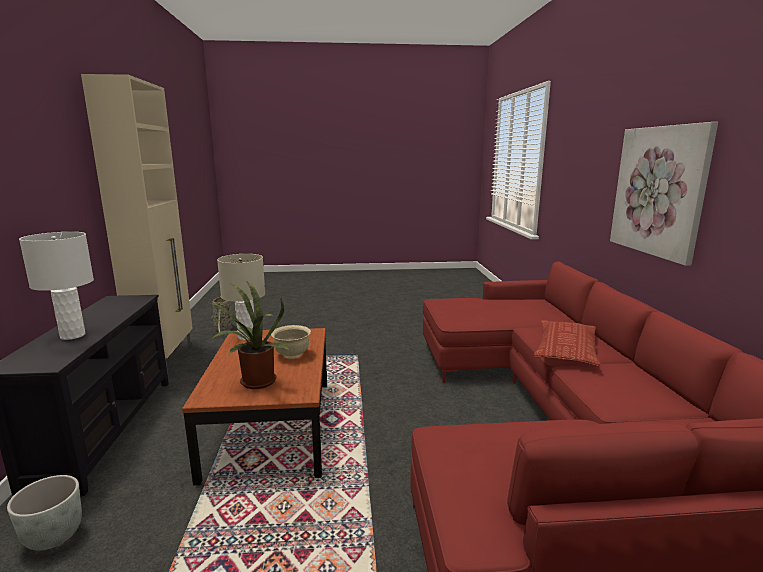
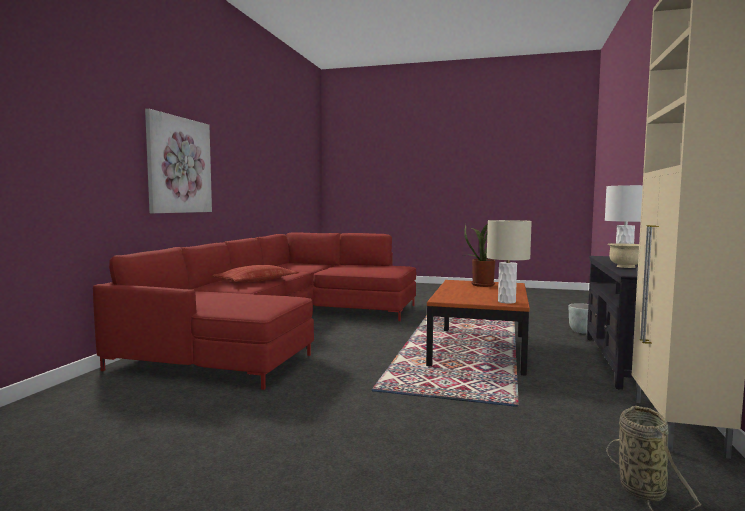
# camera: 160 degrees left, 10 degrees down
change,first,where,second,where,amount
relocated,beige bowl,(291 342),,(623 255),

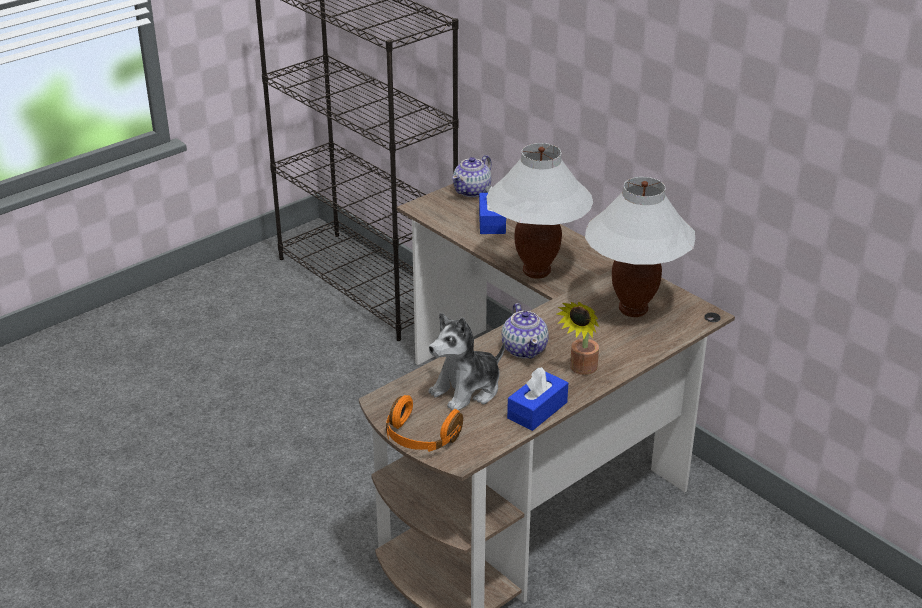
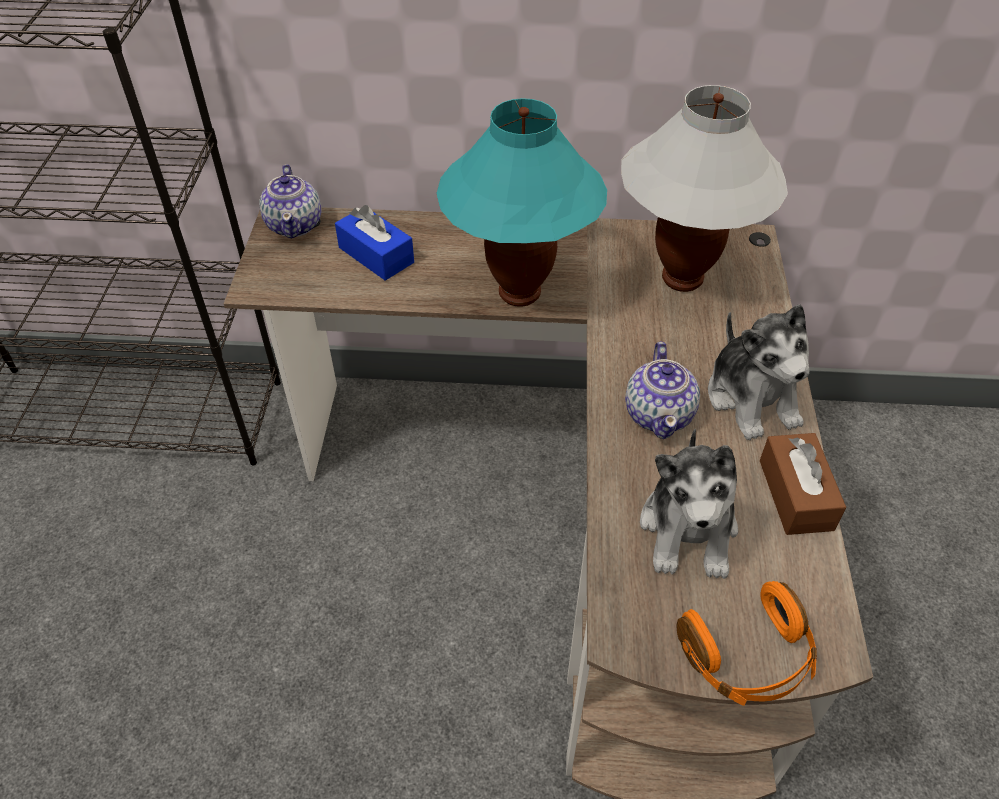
# camera: 45 degrees left, 15 degrees up
change,first,where,second,where,amount
colour,white table lamp,(539 211),turquoise table lamp,(521 202),
exchanged,potted plant,(578 338),plush toy,(759 372),
spun,teapot,(525 331),,(662 390),60 degrees clockwise
colour,blue tissue box,(537 399),brown tissue box,(803 484),

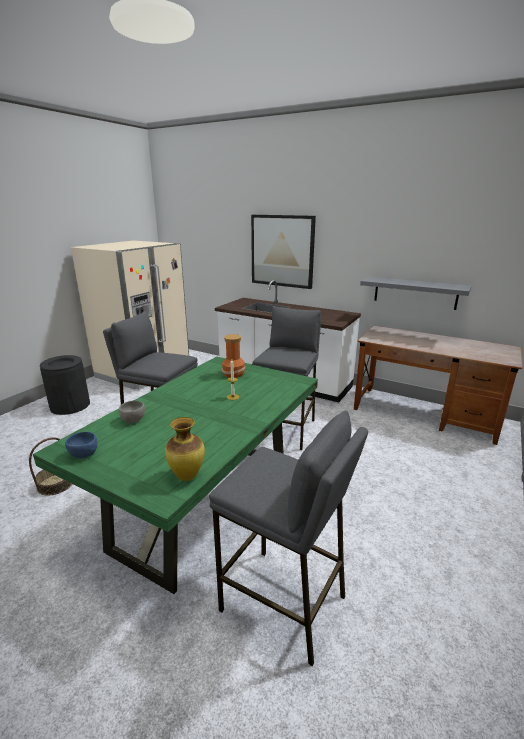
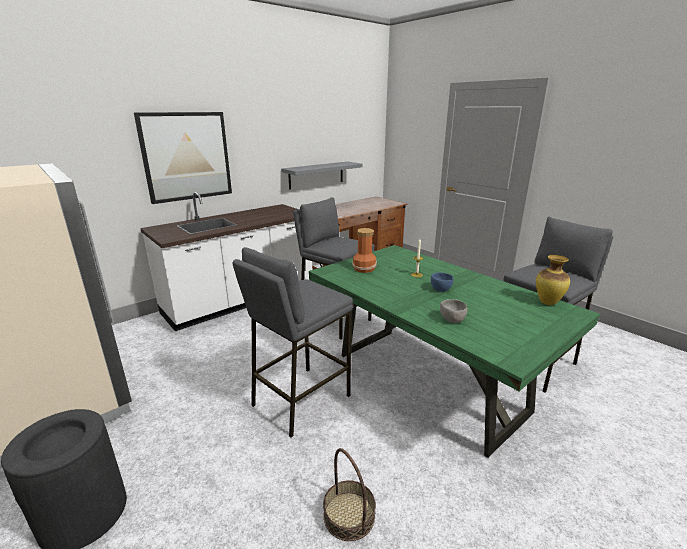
# camera: 70 degrees left, 0 degrees up
change,first,where,second,where,amount
relocated,blue bowl,(81 445),,(442 282),

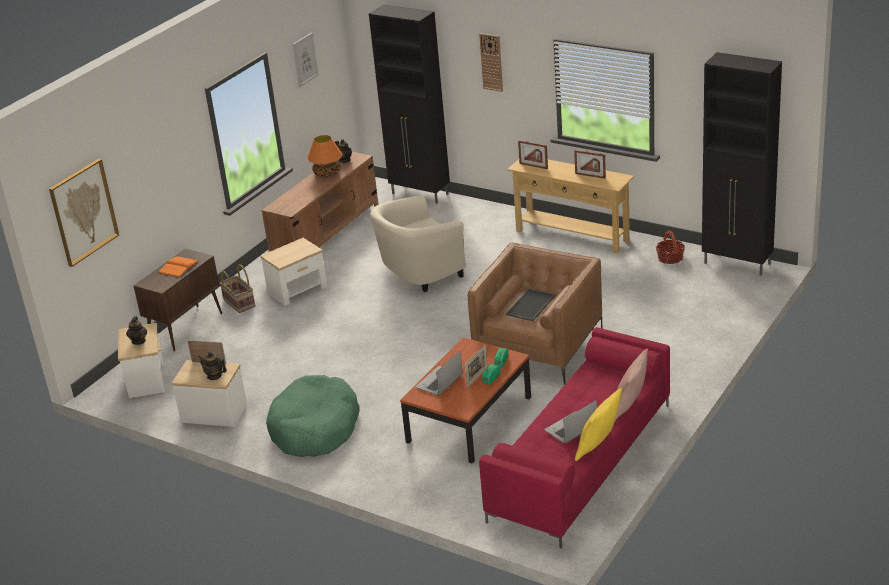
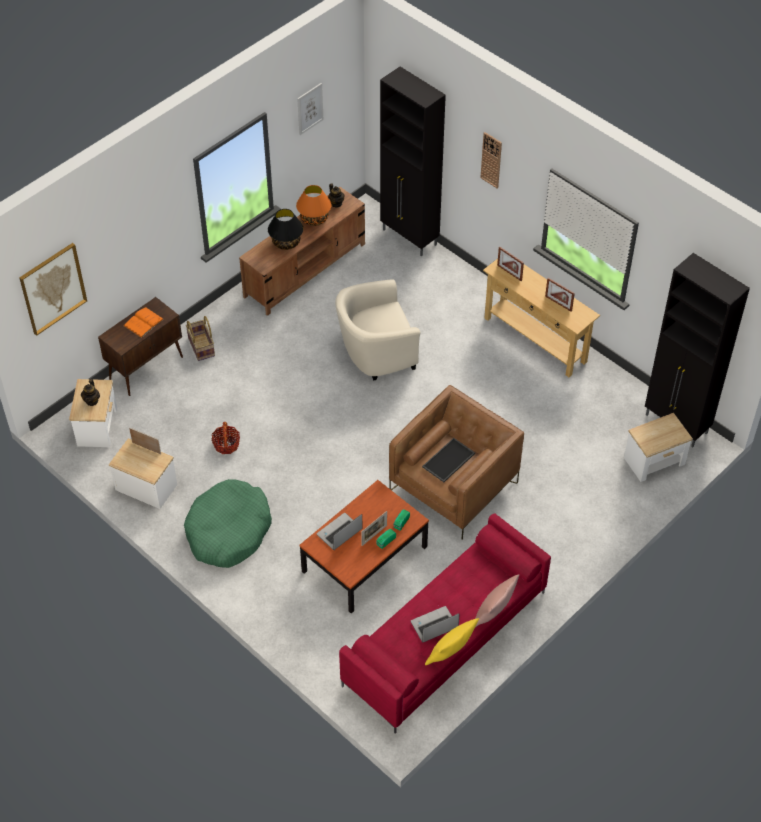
# camera: 10 degrees right, 20 degrees up
change,first,where,second,where,amount
relocated,basket,(670 247),,(225 438),
relocated,side table,(294 272),,(658 447),
missing,teapot,(212 366),,,
appeared,,,black table lamp,(285 229),

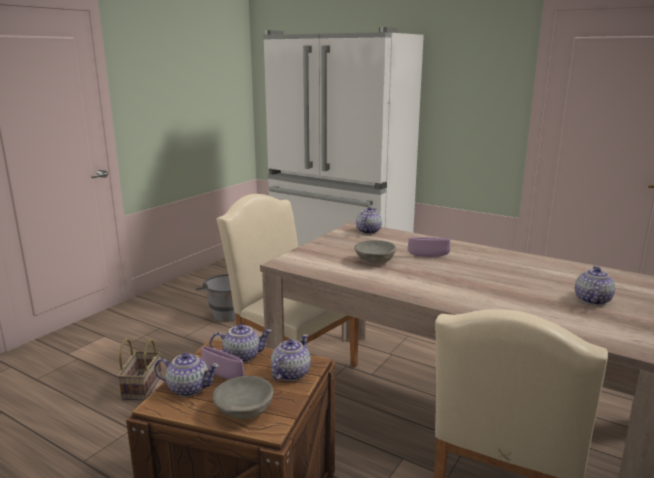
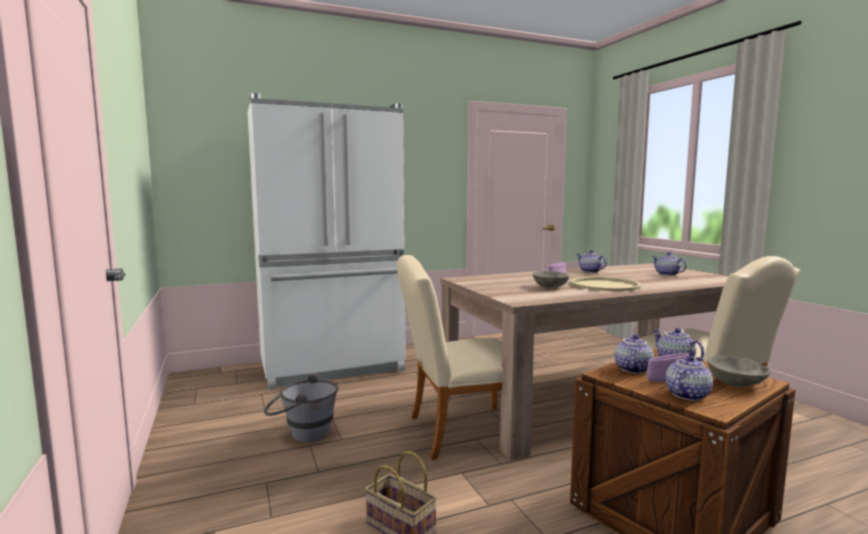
# camera: 55 degrees left, 10 degrees down
change,first,where,second,where,amount
relocated,teapot,(369 220),,(592 261),
appeared,,,beige tray,(606 283),

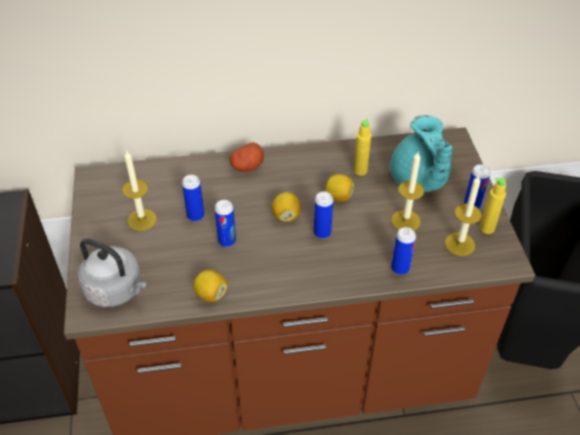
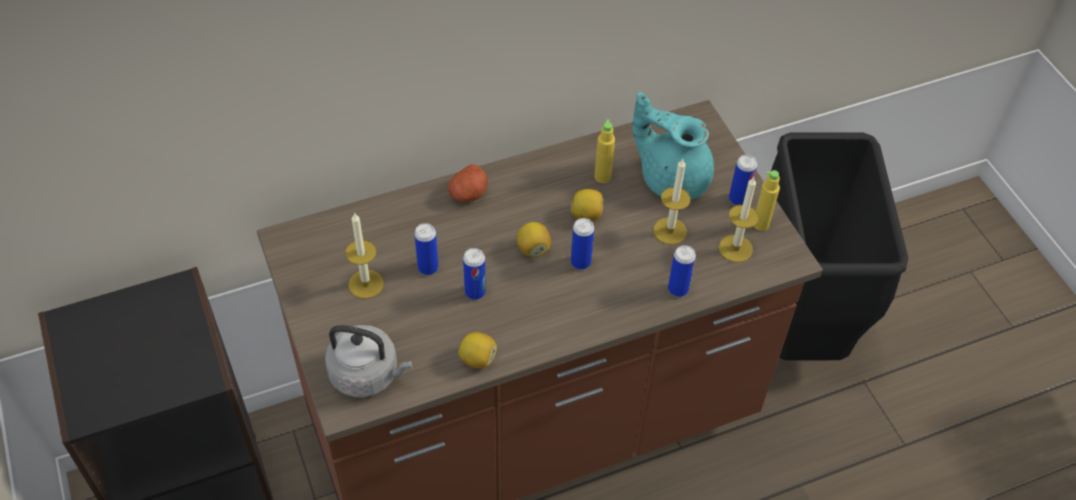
# camera: 15 degrees left, 5 degrees up
change,first,where,second,where,amount
spun,turquoise teapot,(421 153),,(673 146),150 degrees clockwise

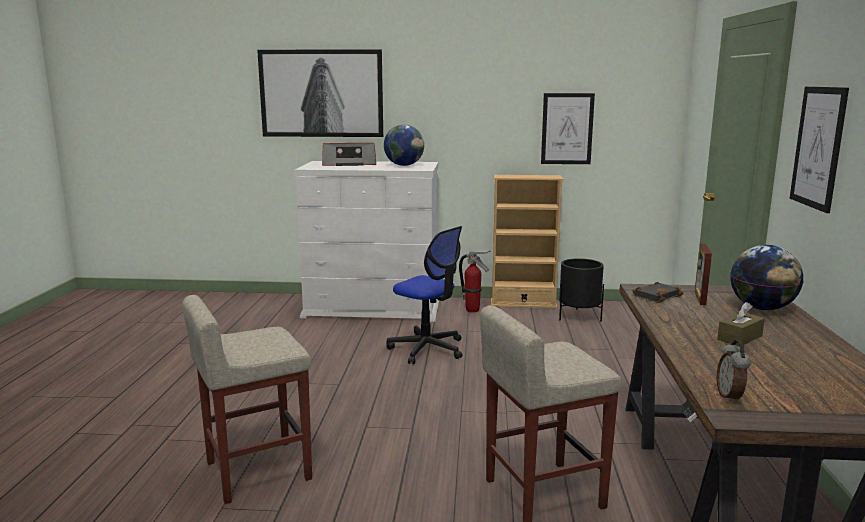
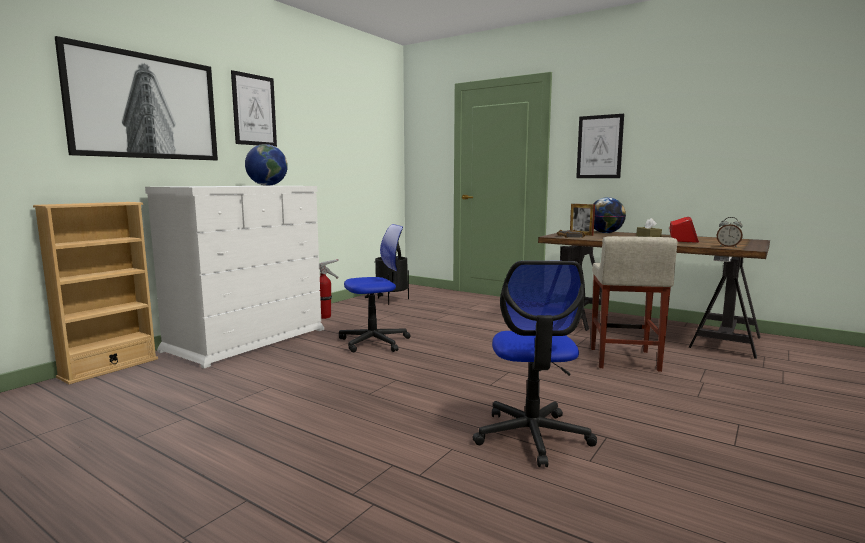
# camera: 60 degrees left, 5 degrees down
change,first,where,second,where,amount
relocated,picture,(568 128),,(254 108),
relocated,radio,(349 154),,(684 230),
relocated,beige bookcase,(527 241),,(95 293),
exchanged,beige stool,(247 399),office chair,(534 364),

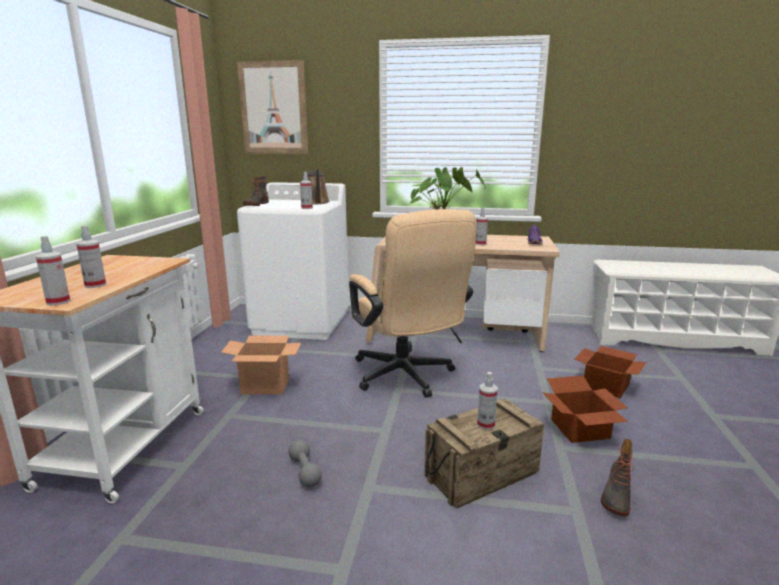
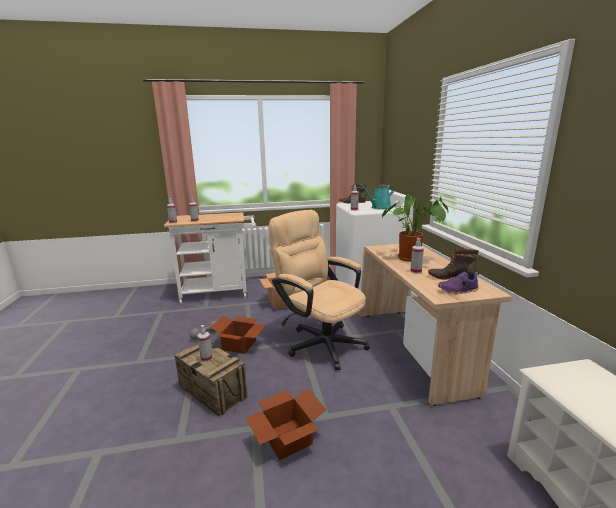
# camera: 70 degrees right, 0 degrees up
change,first,where,second,where,amount
missing,picture,(272 107),,,
colour,brown watering can,(318 186),turquoise watering can,(377 196),
spun,beige office chair,(413 303),,(319 290),90 degrees clockwise
relocated,cardboard box,(610 372),,(238 335),
relocated,boot,(618 477),,(453 264),

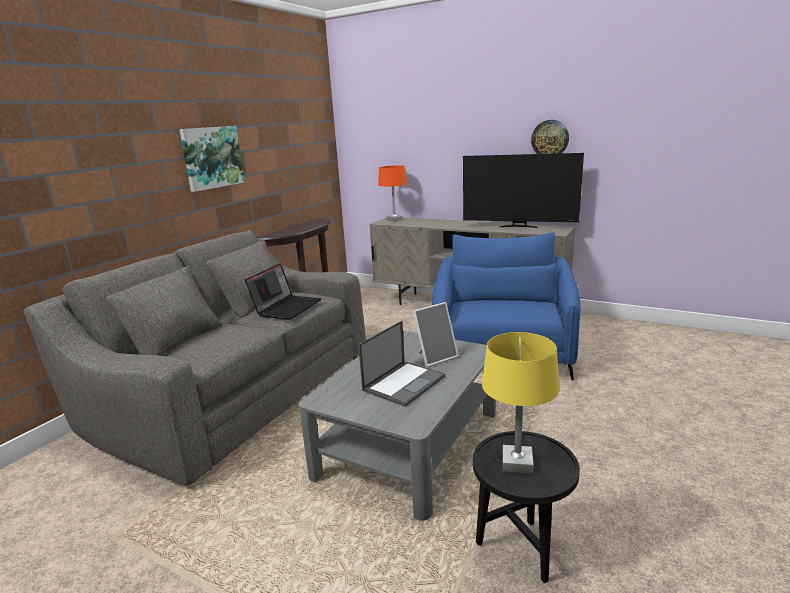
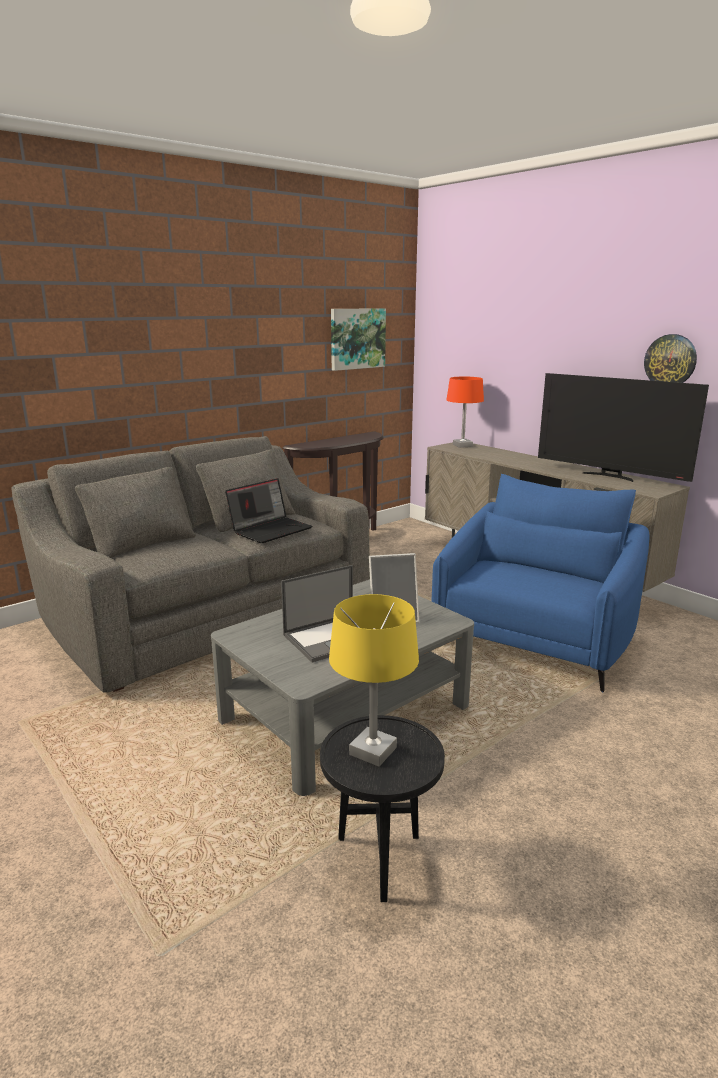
# camera: 20 degrees right, 0 degrees up
change,first,where,second,where,amount
relocated,picture,(212 159),,(358 339),

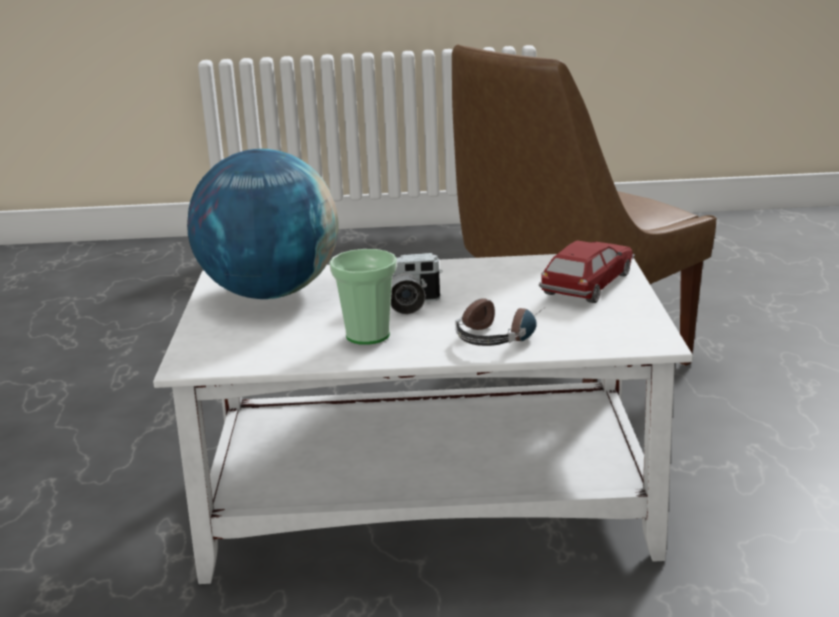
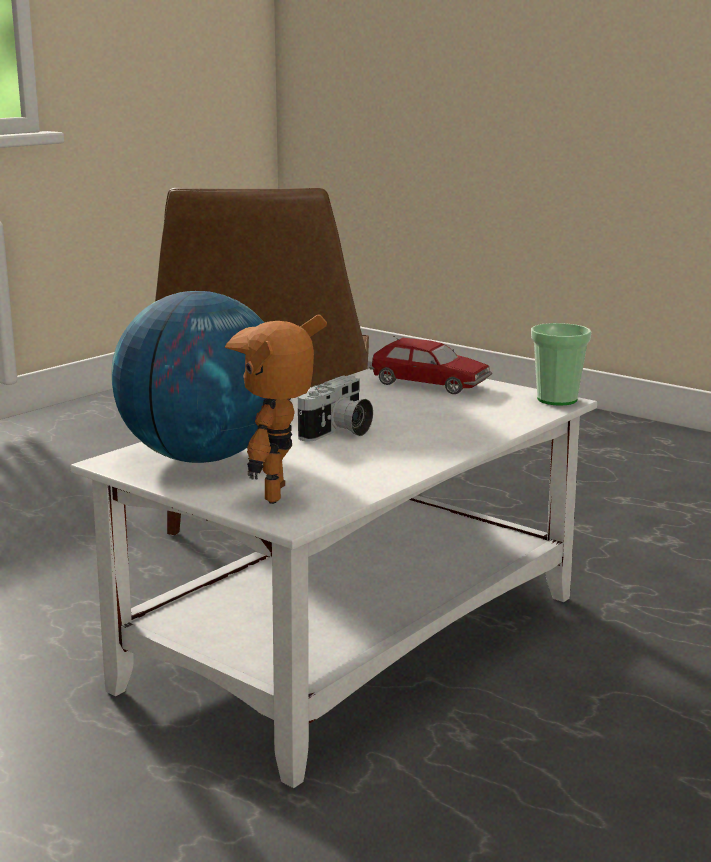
# camera: 50 degrees left, 5 degrees down
change,first,where,second,where,amount
spun,toy car,(587 271),,(430 364),135 degrees clockwise
relocated,cup,(363 297),,(561 364),
missing,headphones,(499 322),,,
appeared,,,toy robot,(276 409),

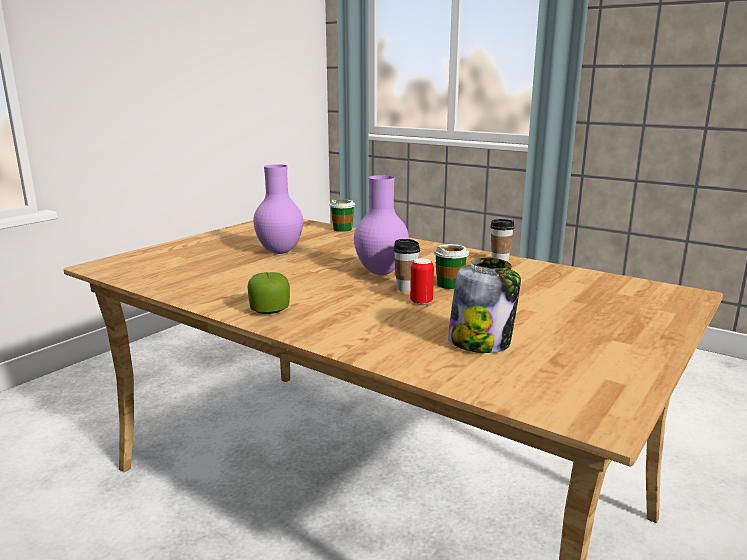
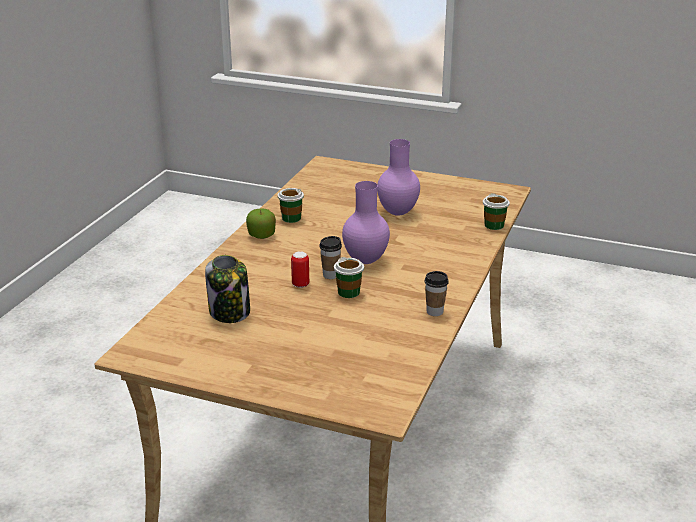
# camera: 75 degrees right, 10 degrees up
change,first,where,second,where,amount
appeared,,,cup,(291 205),

